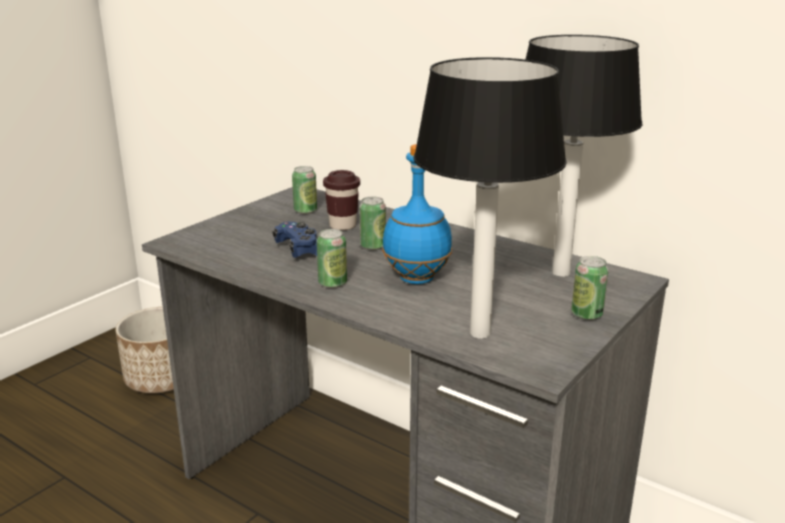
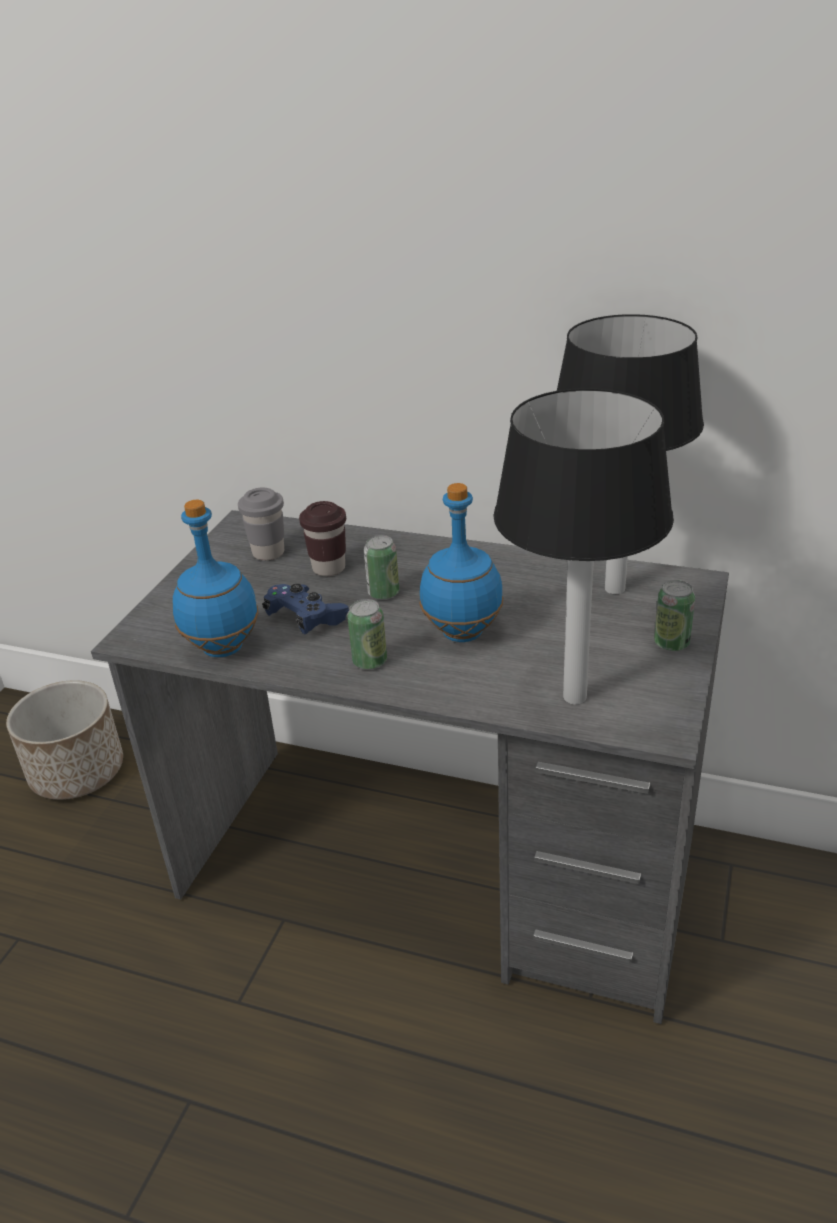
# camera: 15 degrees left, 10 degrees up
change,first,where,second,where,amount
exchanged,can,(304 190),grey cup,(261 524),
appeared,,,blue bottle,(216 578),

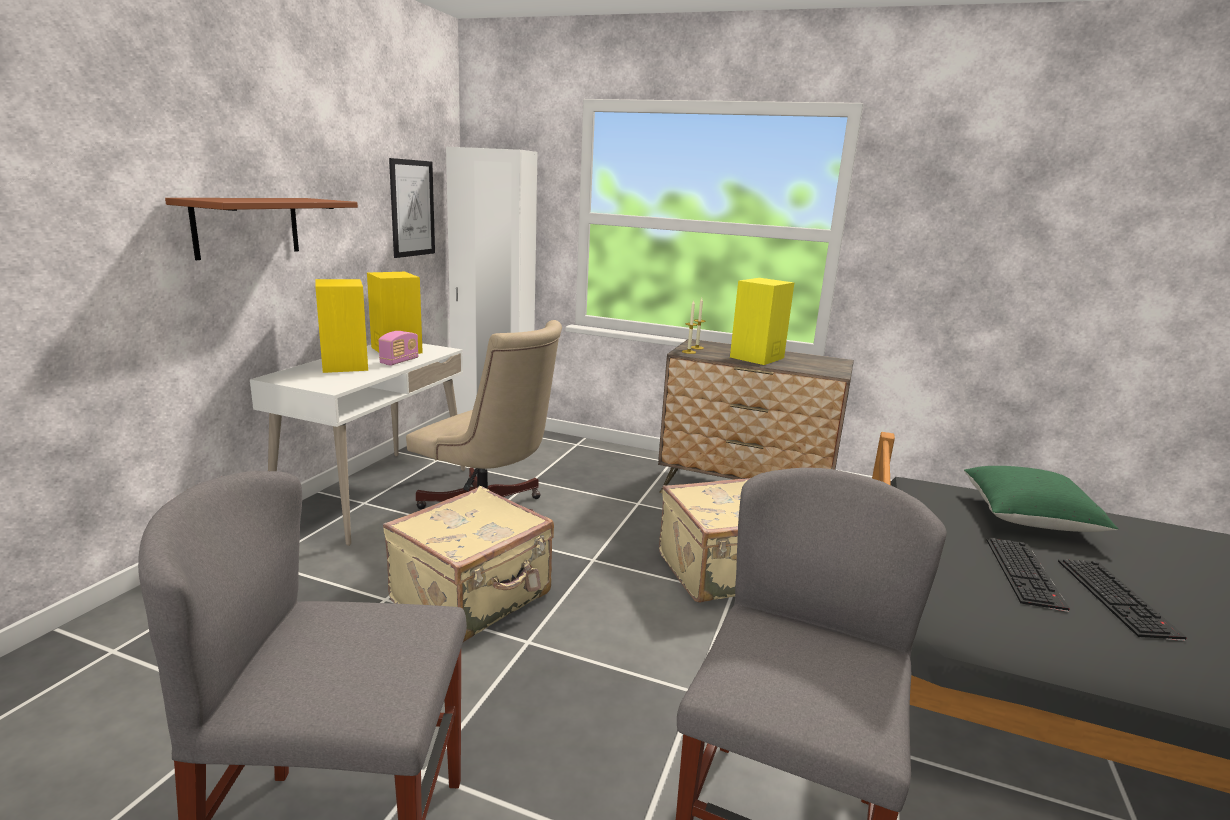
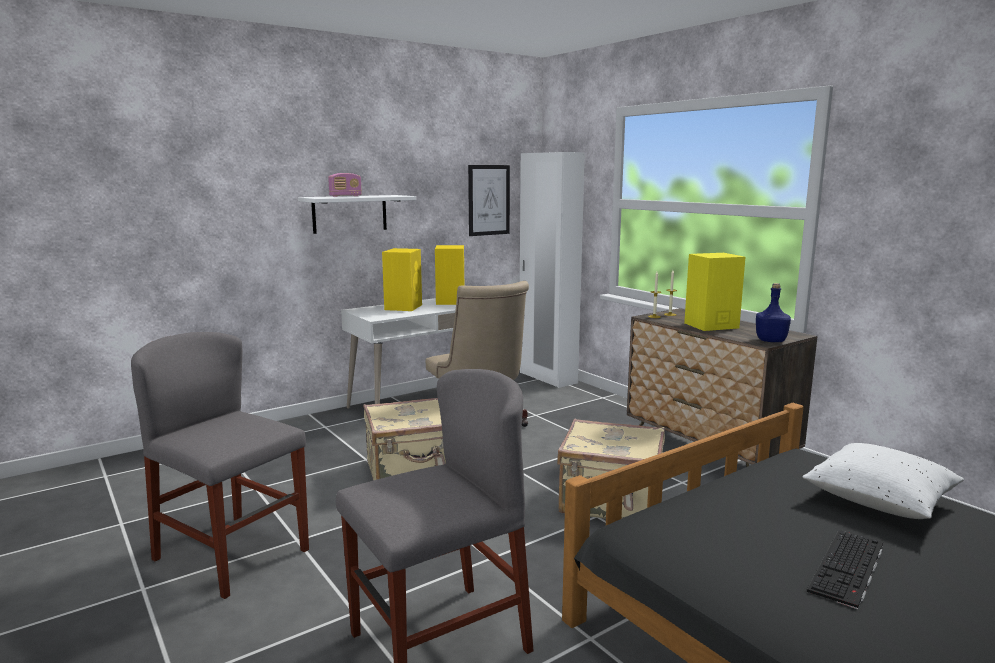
# camera: 35 degrees right, 5 degrees down
change,first,where,second,where,amount
colour,brown shelf,(261 229),white shelf,(357 214),
relocated,radio,(398 348),,(345 185),
colour,green pillow,(1041 499),white pillow,(883 481),
missing,keyboard,(1028 575),,,
appeared,,,blue bottle,(773 312),

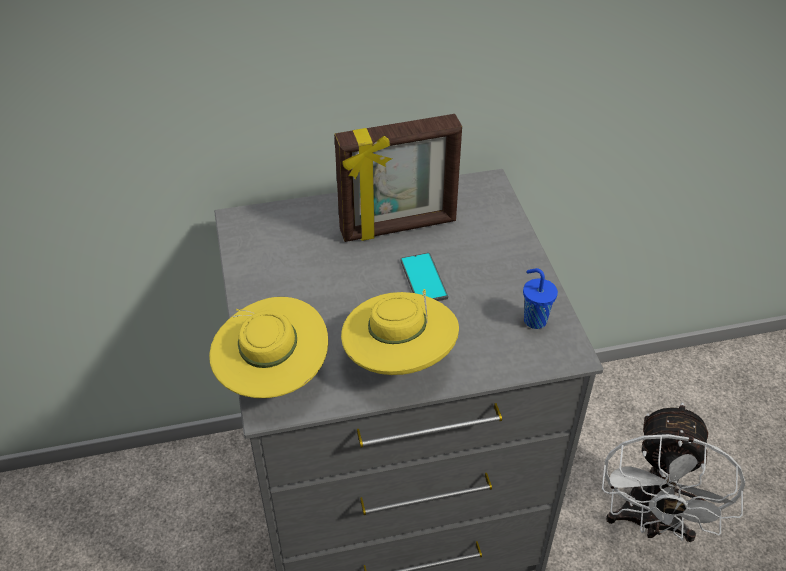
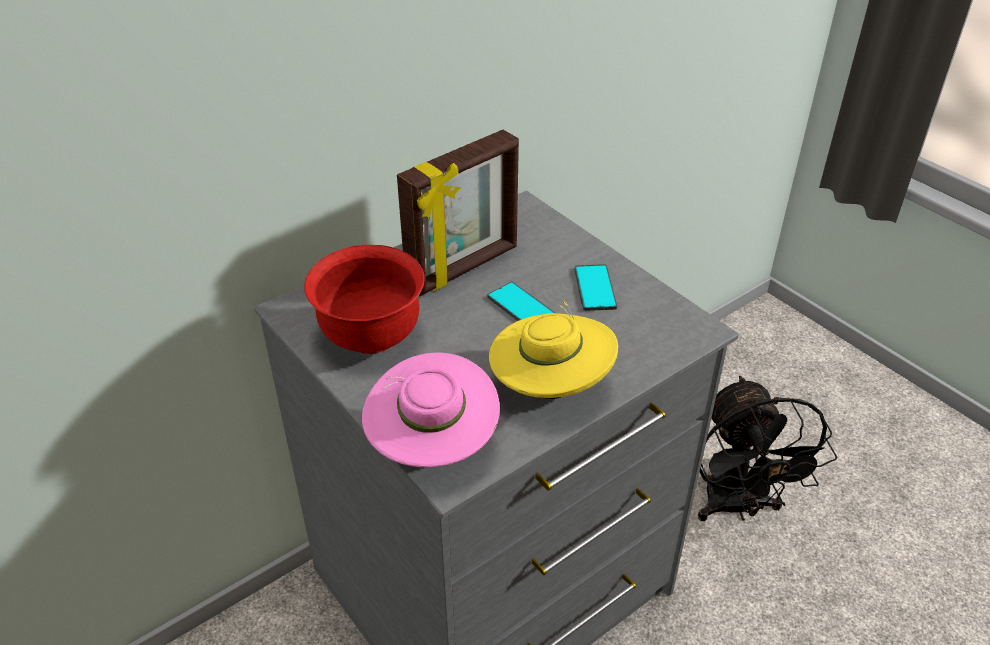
# camera: 25 degrees left, 5 degrees down
change,first,where,second,where,amount
missing,blue cup,(540 298),,,
colour,yellow hat,(268 347),pink hat,(431 410),
colour,white fan,(673 472),black fan,(767 448),
appeared,,,red bowl,(364 299),
appeared,,,phone,(595 287),

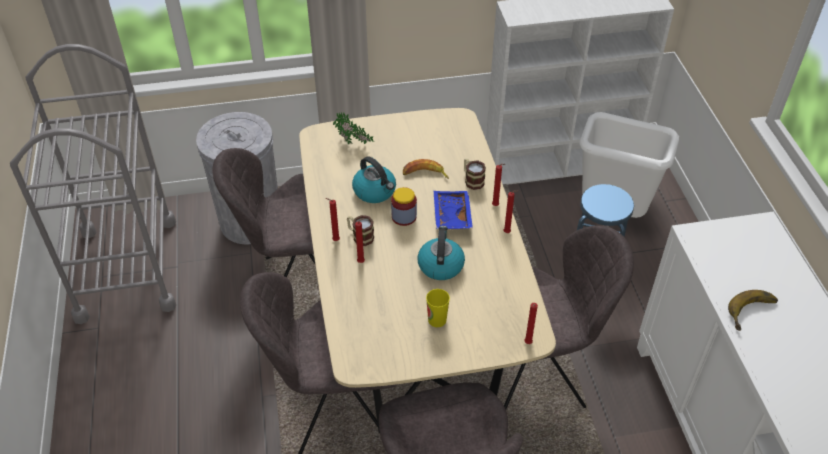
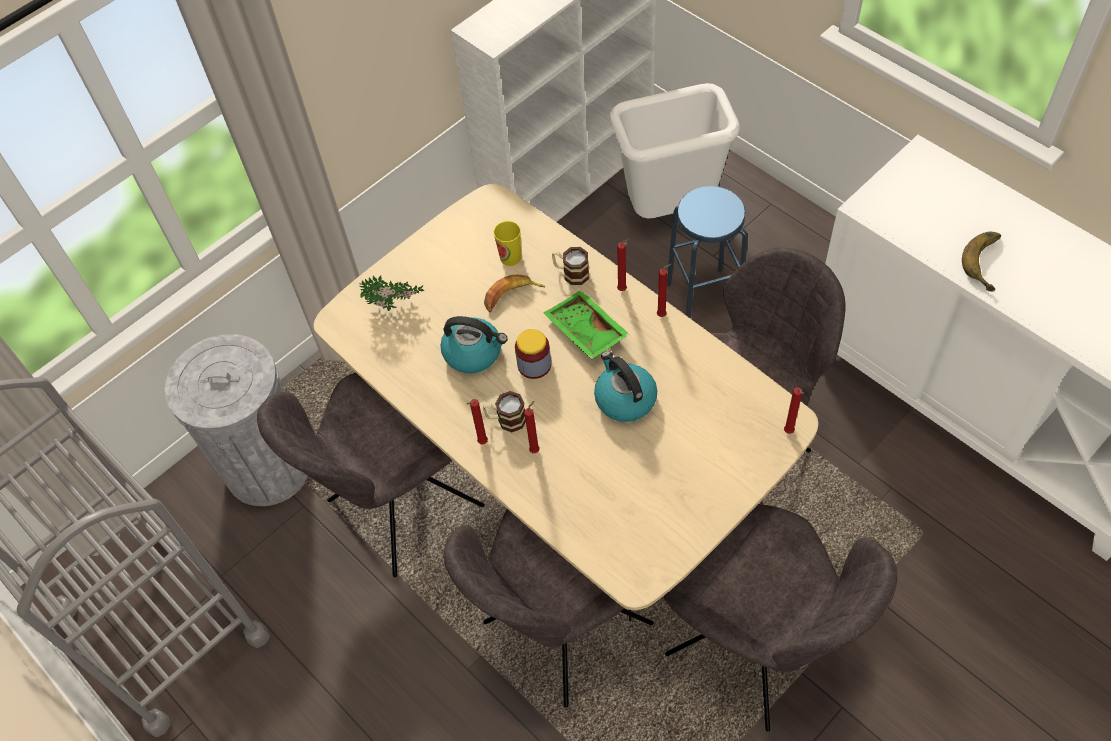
# camera: 30 degrees left, 10 degrees up
change,first,where,second,where,amount
colour,blue tray,(453 210),green tray,(587 324),
relocated,cup,(438 308),,(507 243),

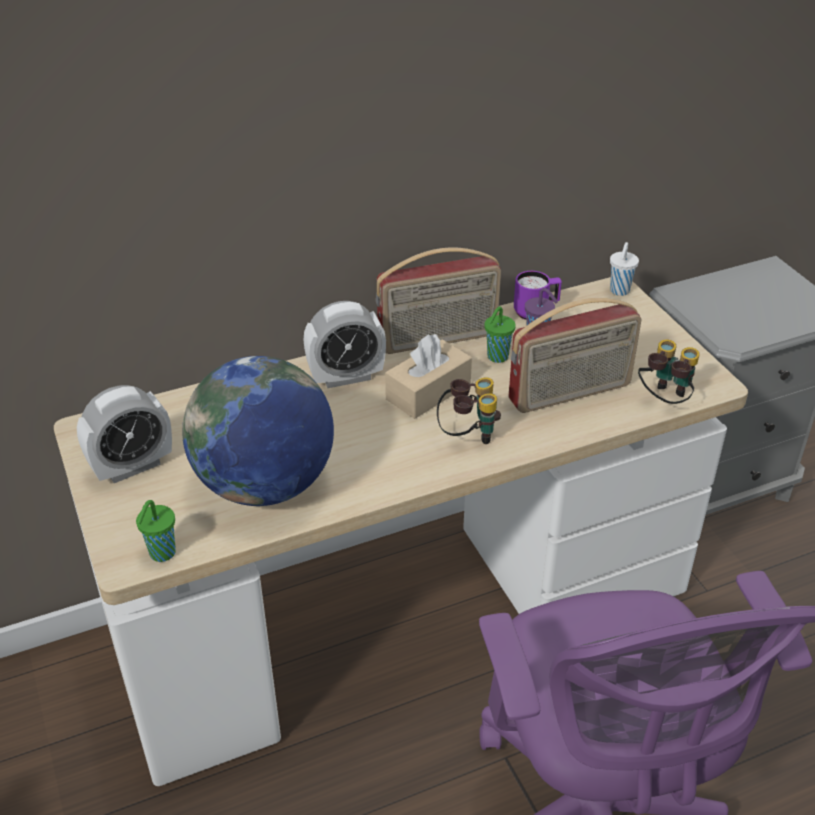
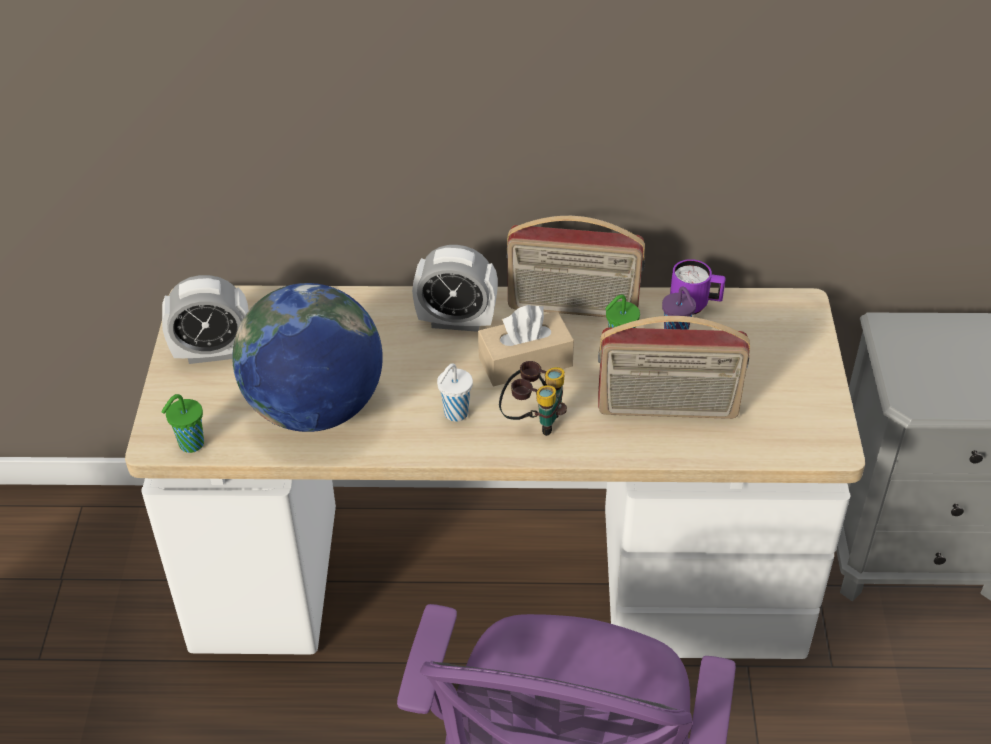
# camera: 25 degrees right, 5 degrees up
change,first,where,second,where,amount
relocated,white cup,(624 269),,(455 392),
missing,binoculars,(669 372),,,

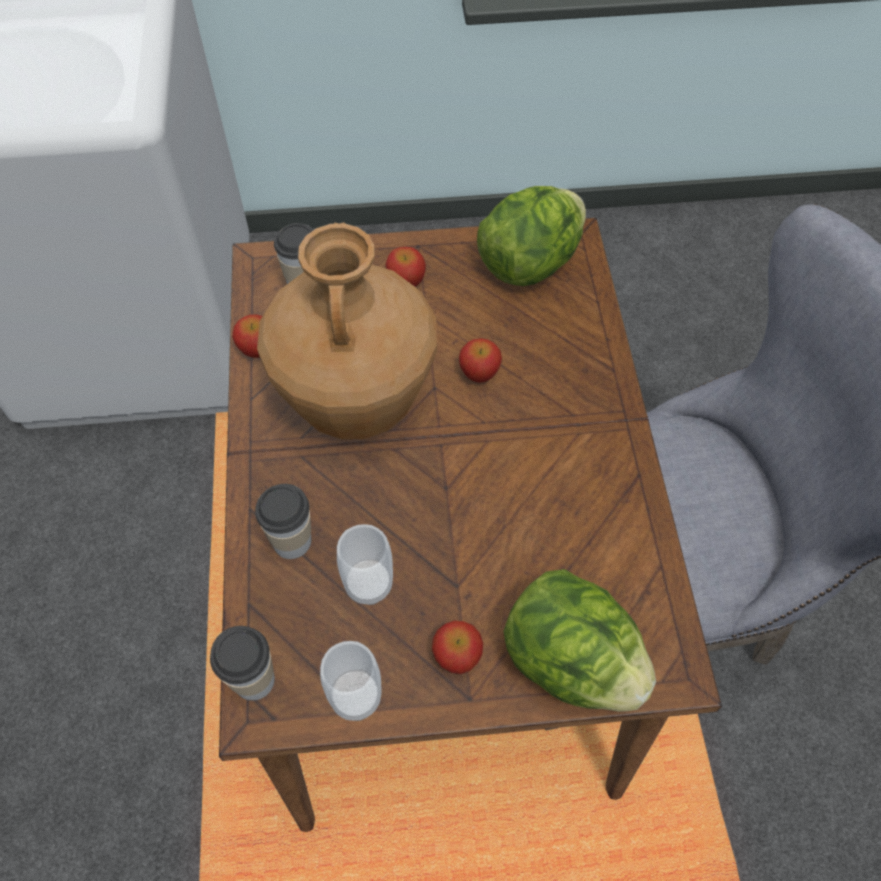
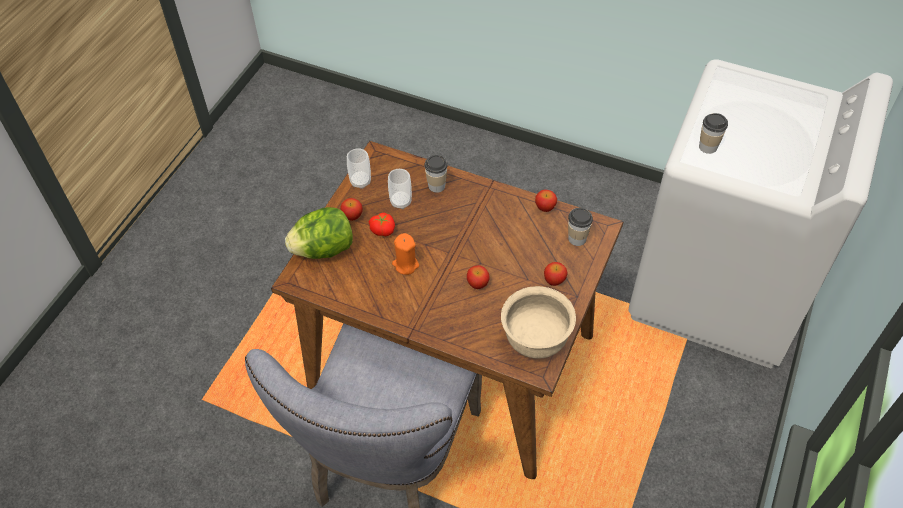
# camera: 120 degrees right, 5 degrees down
change,first,where,second,where,amount
exchanged,lettuce,(531 236),beige bowl,(538 322),
missing,brown vase,(347 330),,,
relocated,cup,(242 663),,(713 133),
appeared,,,tomato,(381 224),
appeared,,,orange candle,(405 254),

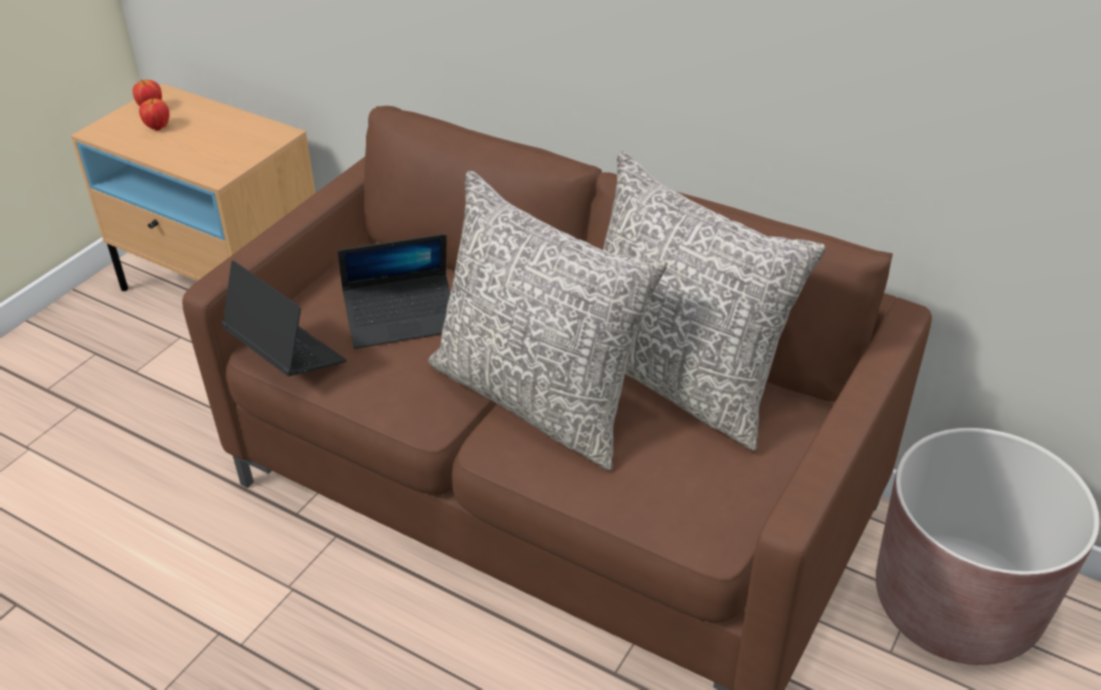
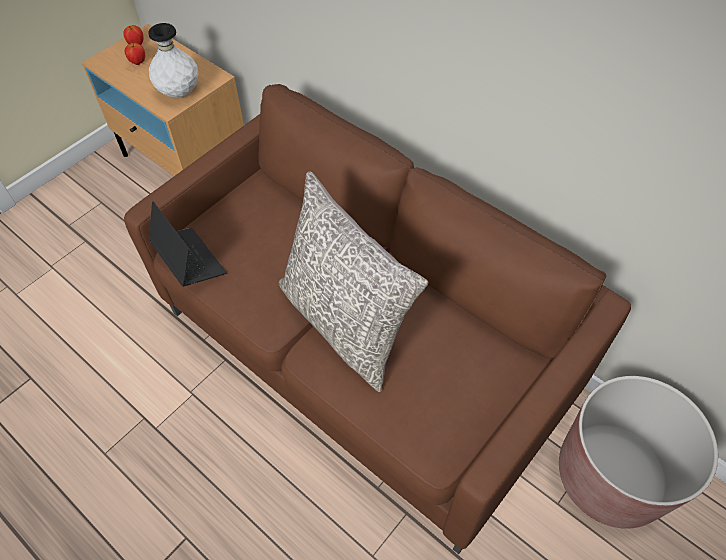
# camera: 10 degrees right, 15 degrees up
change,first,where,second,where,amount
missing,grey pillow,(714 301),,,
missing,laptop,(394 291),,,
appeared,,,white vase,(173 60),

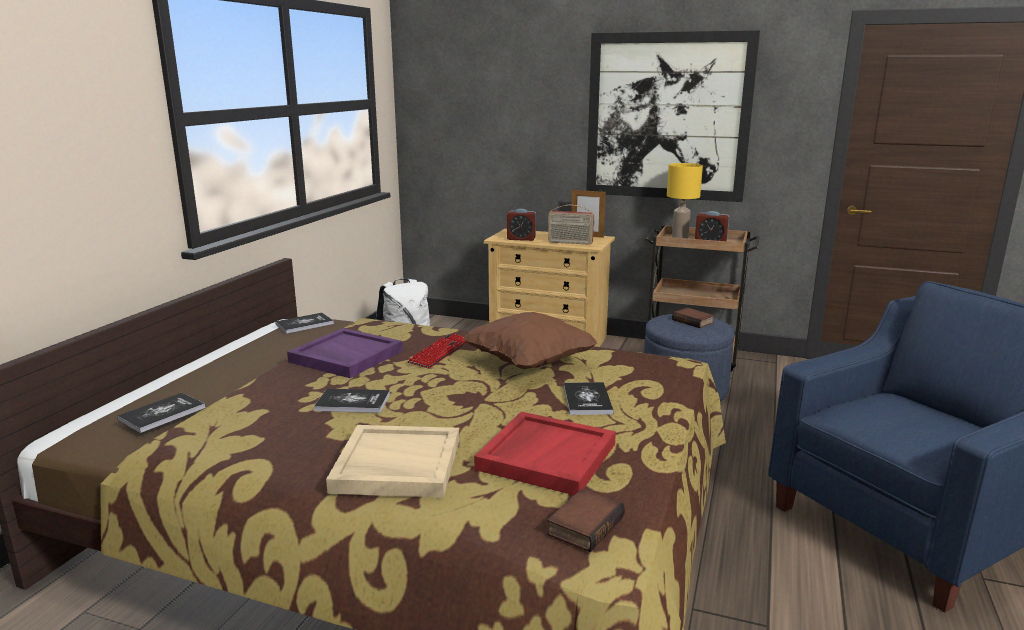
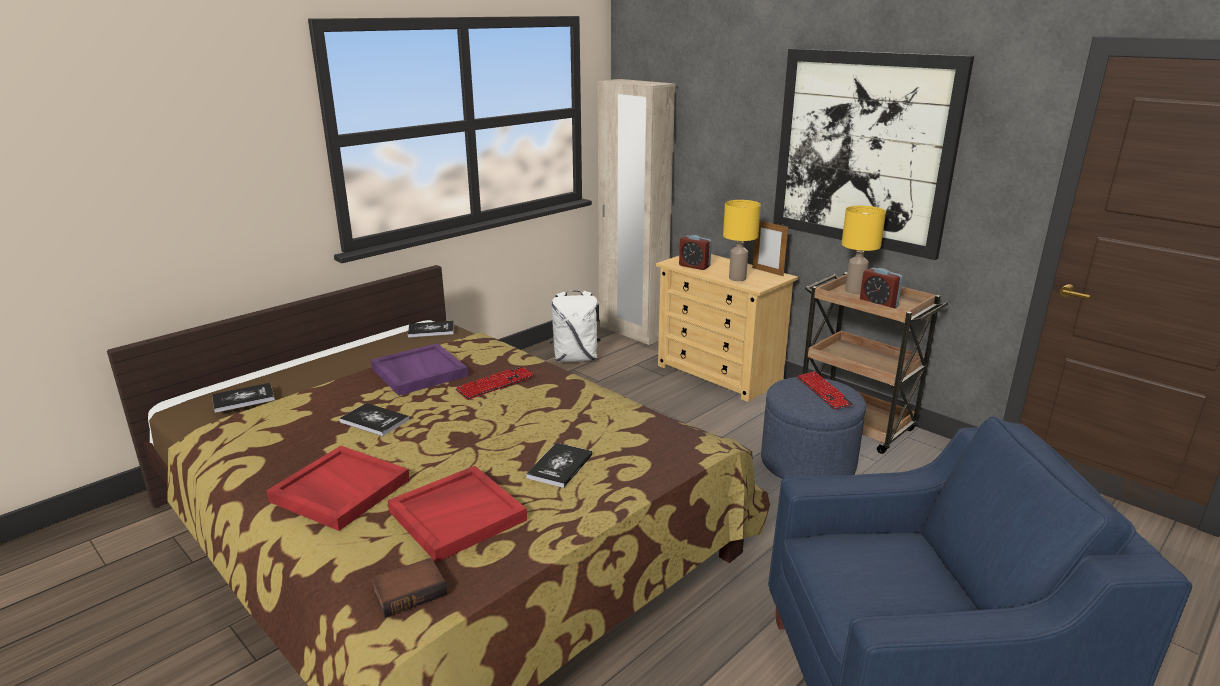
# camera: 25 degrees right, 5 degrees up
change,first,where,second,where,amount
exchanged,radio,(571 225),yellow table lamp,(742 240),
exchanged,book,(693 318),keyboard,(825 390),
missing,brown pillow,(530 340),,,
colour,beige tray,(392 461),red tray,(338 488),
appeared,,,beige wardrobe,(636 212),

